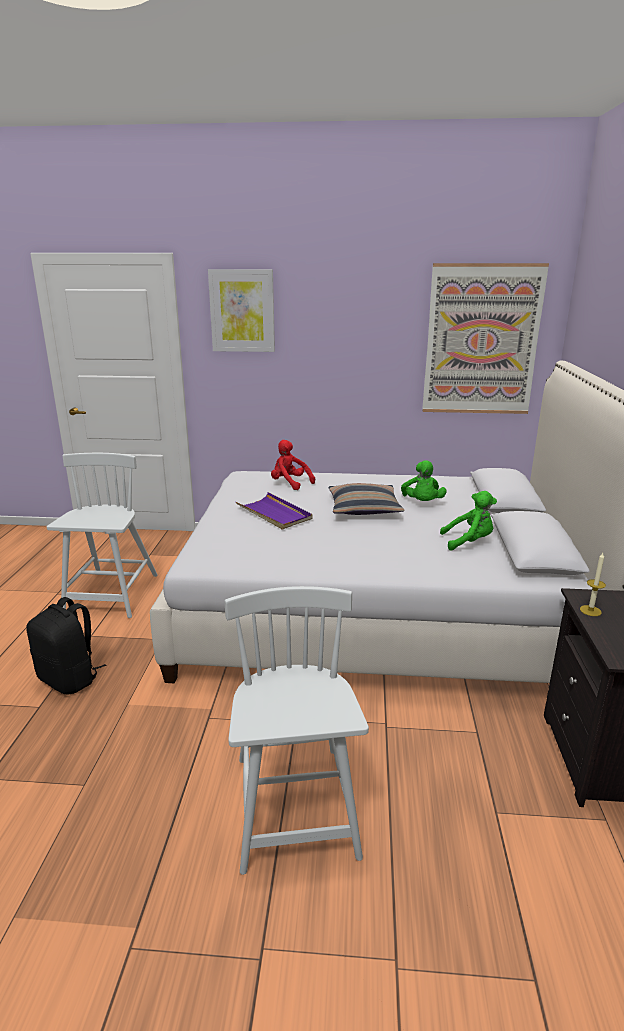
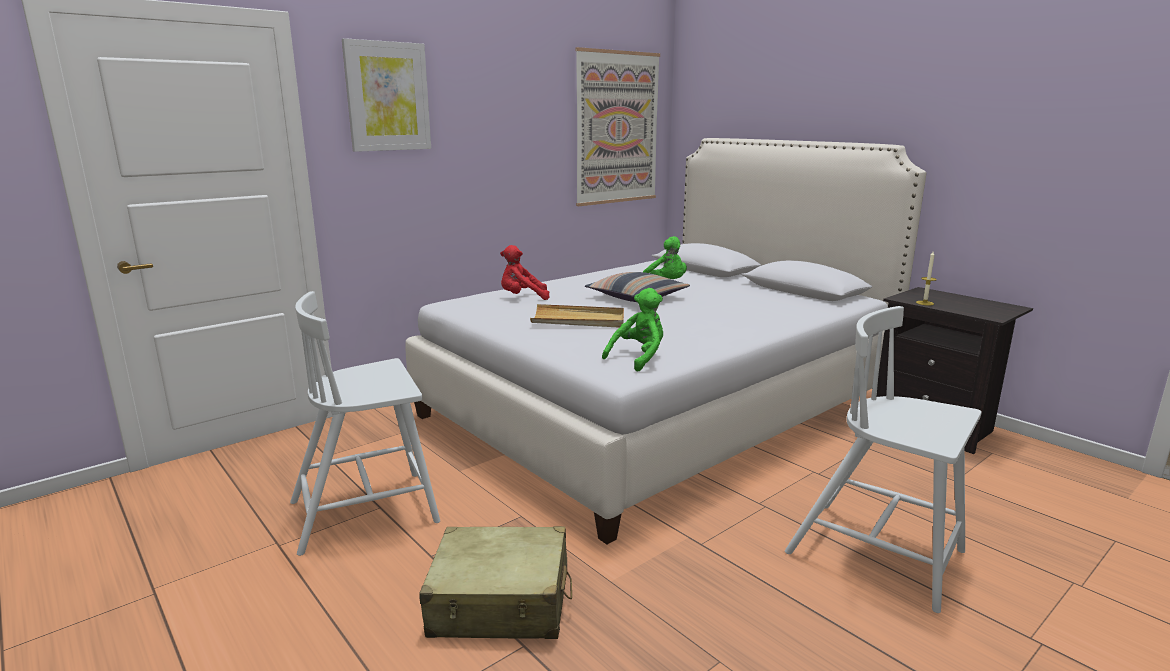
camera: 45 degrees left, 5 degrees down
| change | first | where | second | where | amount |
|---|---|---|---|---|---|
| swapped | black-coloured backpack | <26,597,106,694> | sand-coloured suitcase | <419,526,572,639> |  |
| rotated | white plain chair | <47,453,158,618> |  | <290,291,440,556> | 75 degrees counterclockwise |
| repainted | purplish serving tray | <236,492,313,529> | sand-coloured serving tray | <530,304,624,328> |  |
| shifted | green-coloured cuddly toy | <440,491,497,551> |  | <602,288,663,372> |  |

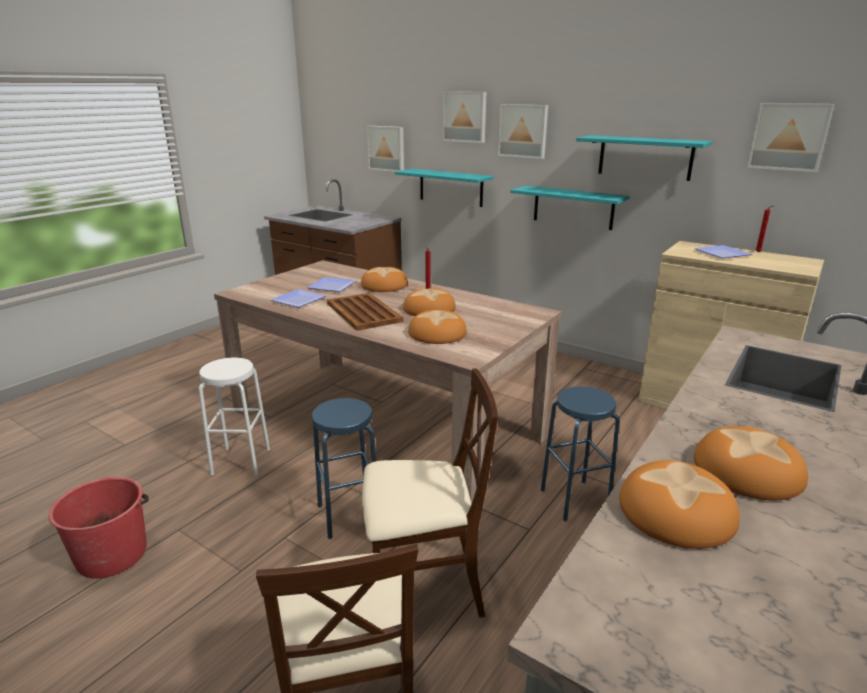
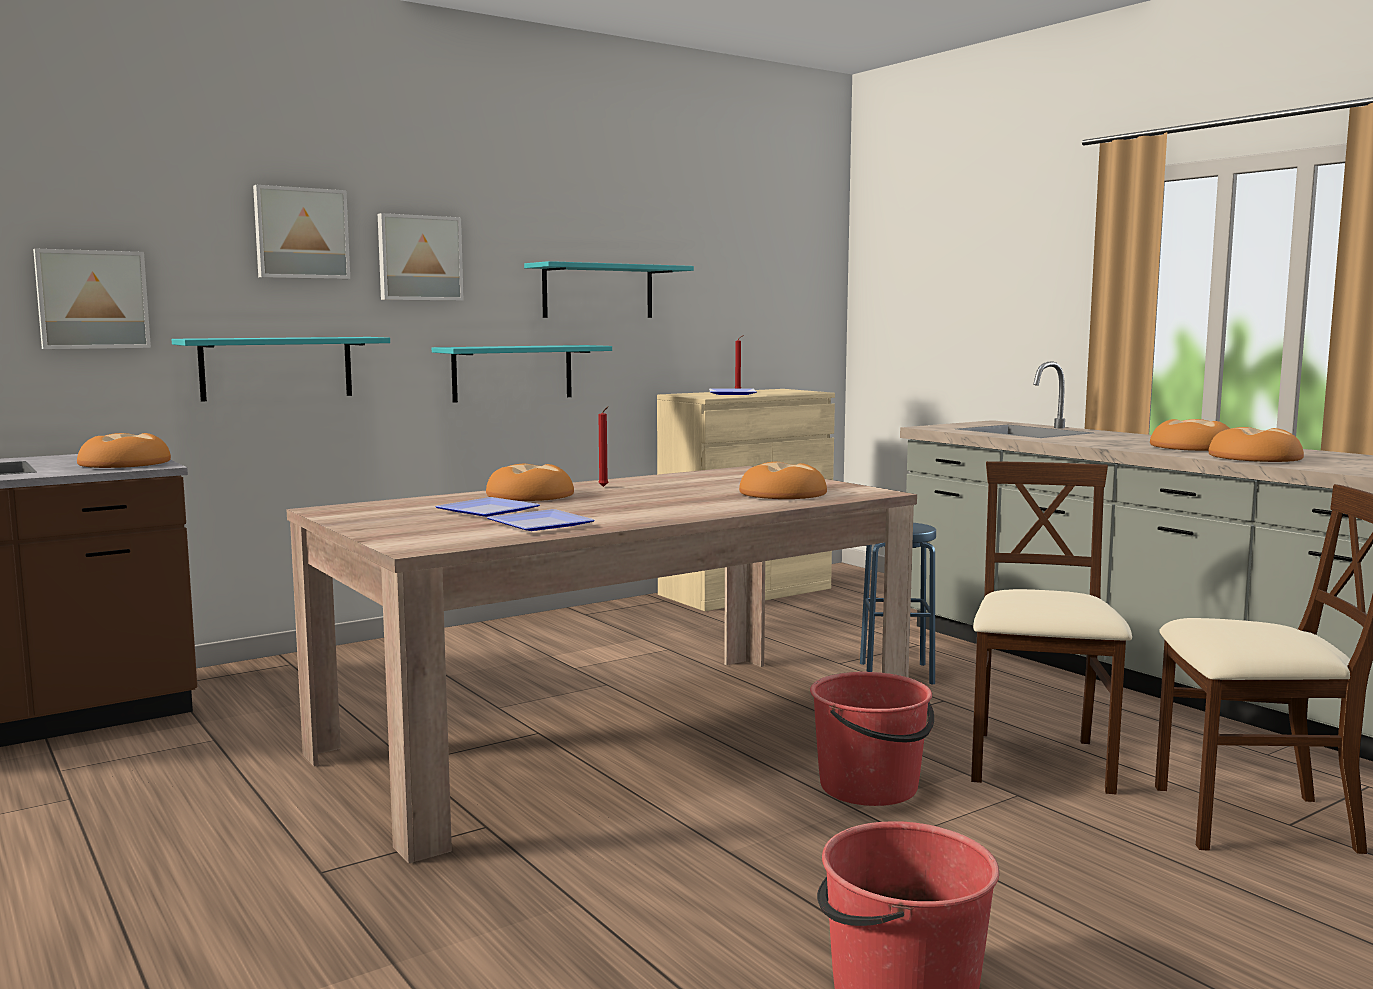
camera: 70 degrees left, 15 degrees down
| change | first | where | second | where | amount |
|---|---|---|---|---|---|
| gone | white stool seat | <199,357,270,476> |  |  |  |
| swapped | blue stool seat | <312,398,377,539> | reddish bucket | <810,672,934,806> |  |
| gone | brown-coloured serving tray | <327,293,403,331> |  |  |  |
| shifted | bakery bread | <403,288,456,316> |  | <77,433,171,468> |  |
| gone | wall art | <747,103,834,172> |  |  |  |

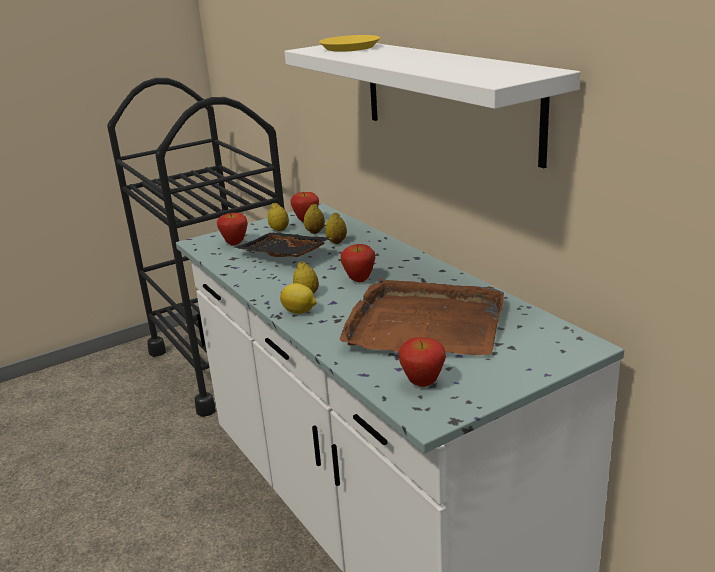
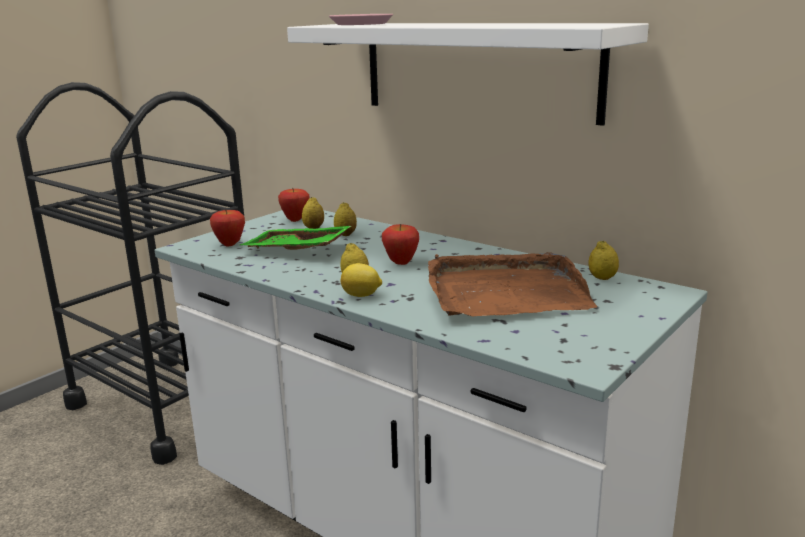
camera: 20 degrees left, 5 degrees down
| change | first | where | second | where | amount |
|---|---|---|---|---|---|
| repainted | black-coloured serving tray | <234,232,331,257> | green-coloured serving tray | <240,226,351,250> |  |
| shifted | whole lemon | <268,203,289,231> |  | <588,241,619,280> |  |
| repainted | yellow dinner plate | <319,35,380,52> | pinkish dinner plate | <329,14,393,25> |  |
| gone | apple | <398,337,446,387> |  |  |  |

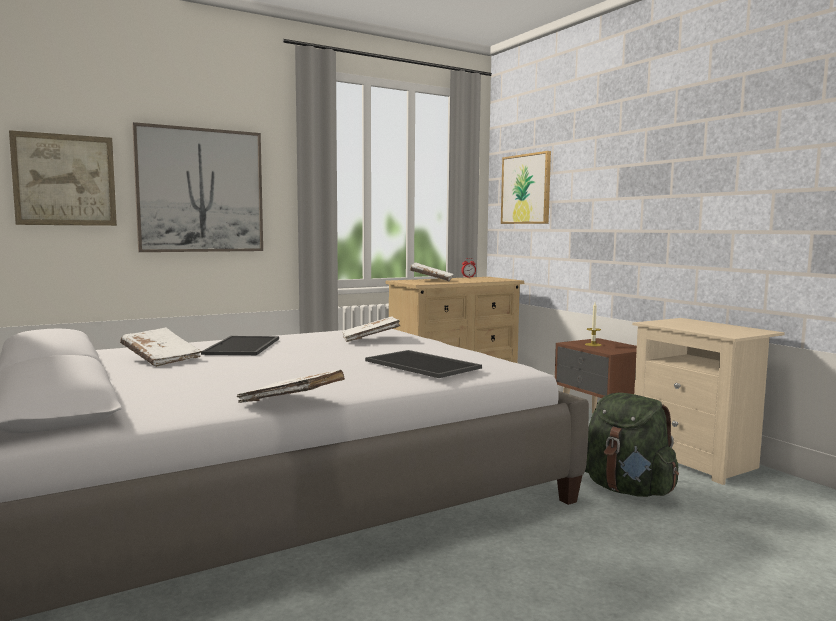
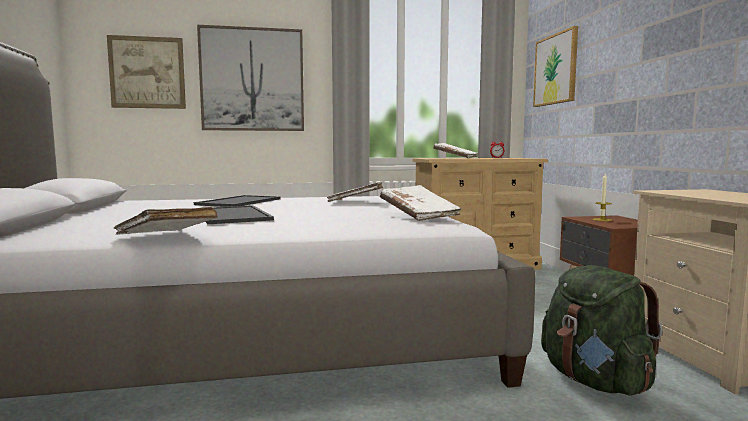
camera: 20 degrees right, 0 degrees up
| change | first | where | second | where | amount |
|---|---|---|---|---|---|
| shifted | white bound book | <120,327,202,367> |  | <380,185,461,221> |  |
| shifted | serving tray | <365,350,482,378> |  | <206,205,274,224> |  |

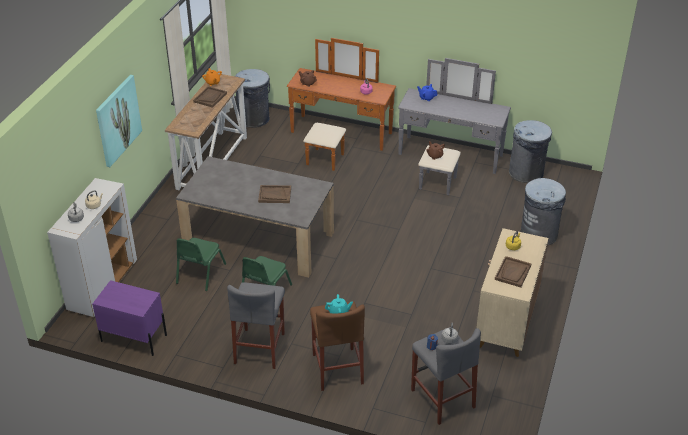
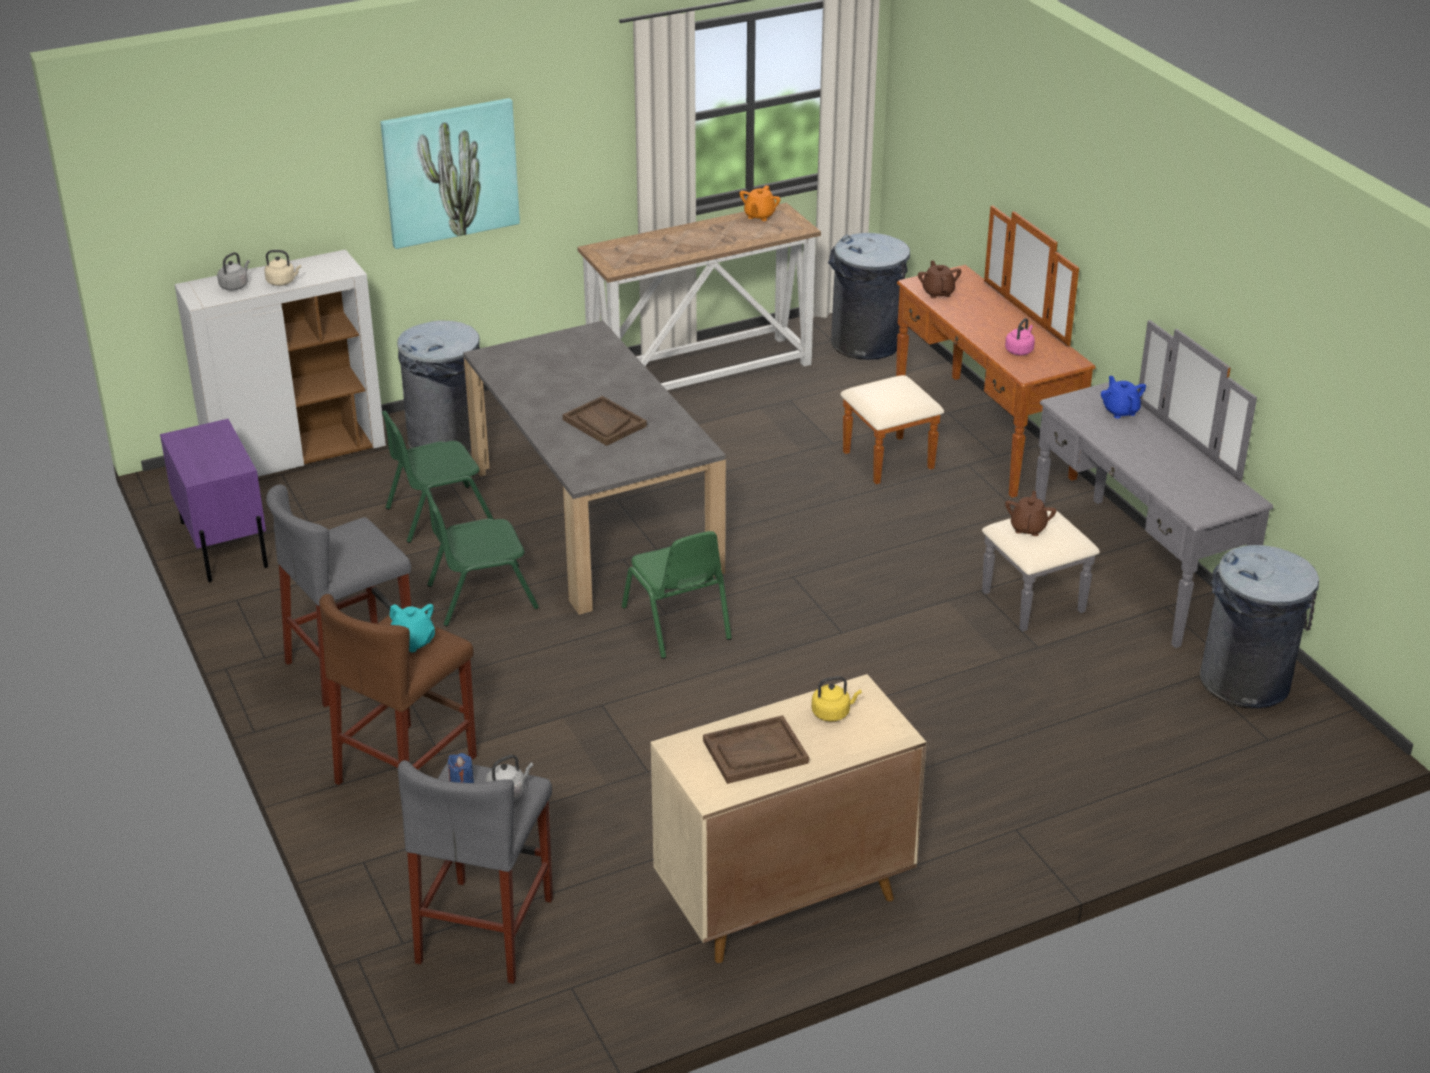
camera: 45 degrees right, 5 degrees down
| change | first | where | second | where | amount |
|---|---|---|---|---|---|
| gone | brown-coloured serving tray | <193,86,227,108> |  |  |  |
| shifted | greyish trash can | <520,178,566,246> |  | <397,321,480,453> |  |
| new |  |  | green-coloured plain chair | <622,531,732,659> |  |

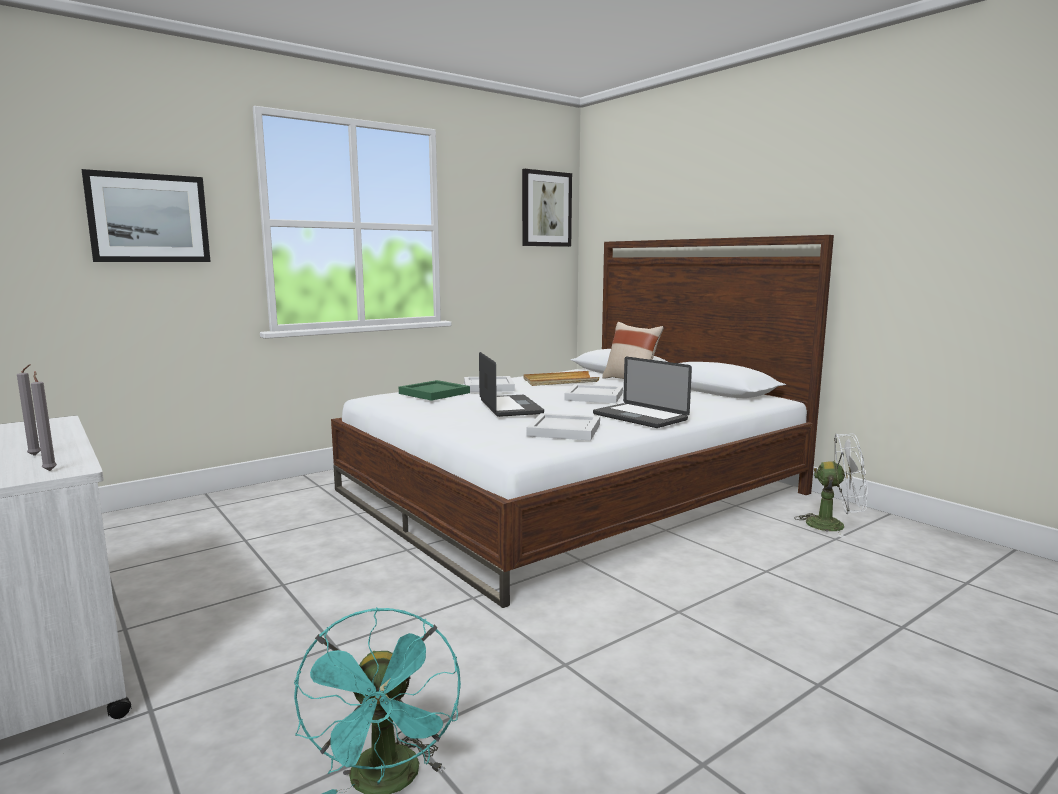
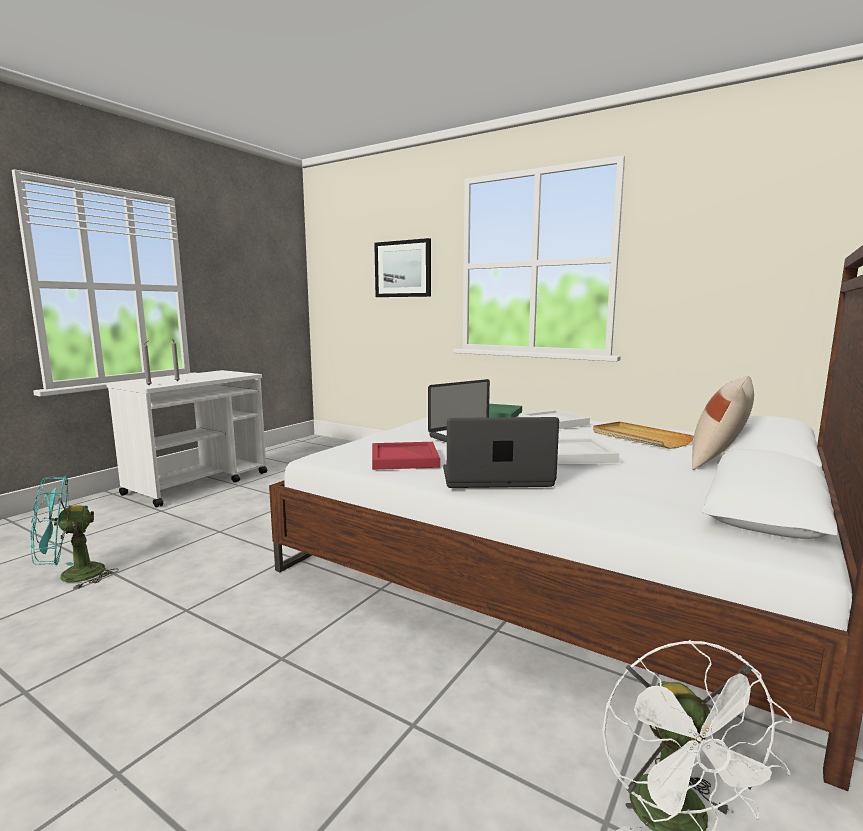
camera: 70 degrees right, 0 degrees up
| change | first | where | second | where | amount |
|---|---|---|---|---|---|
| gone | wall art | <522,169,572,247> |  |  |  |
| repainted | white serving tray | <526,413,600,440> | reddish serving tray | <372,442,440,470> |  |
| rotated | portable computer | <593,357,692,428> |  | <443,417,559,488> | 60 degrees clockwise |

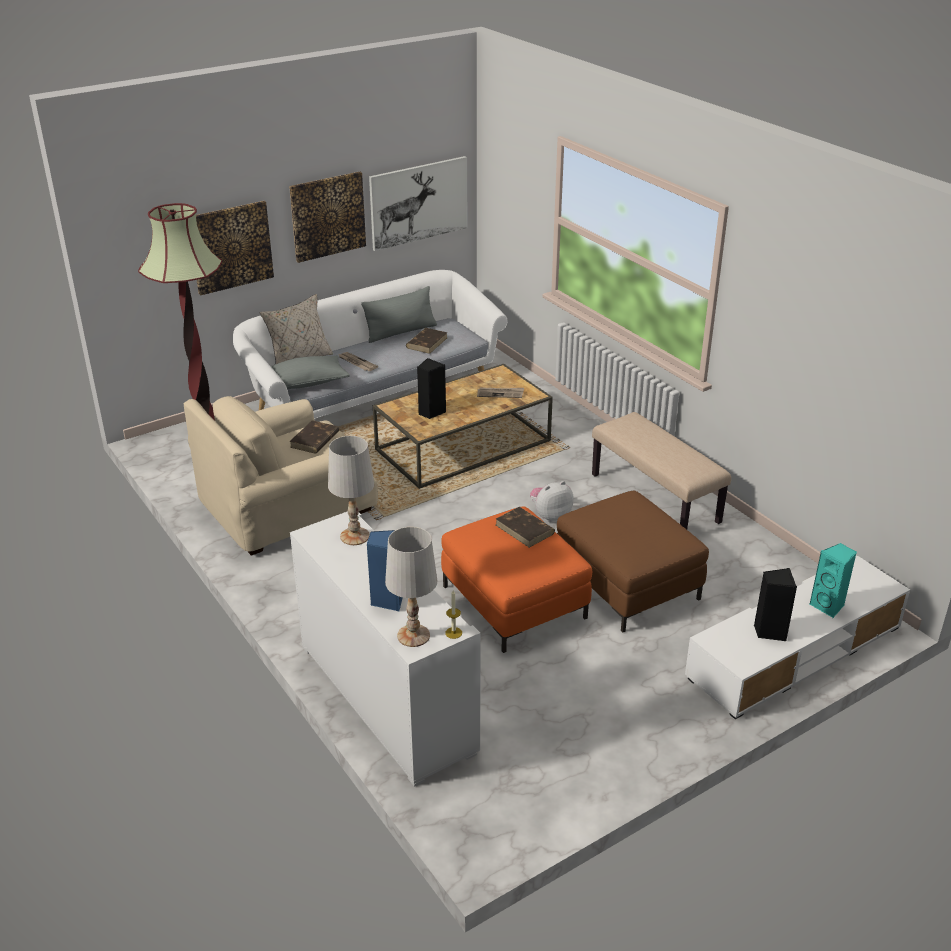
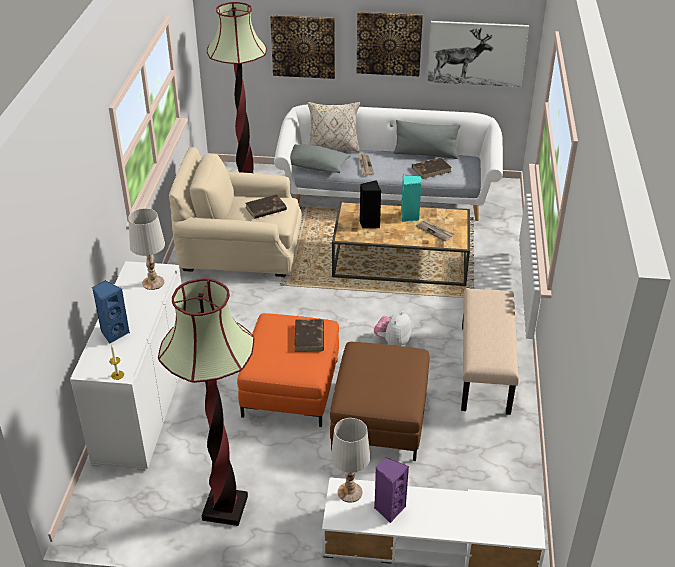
camera: 40 degrees right, 5 degrees up
| change | first | where | second | where | amount |
|---|---|---|---|---|---|
| shifted | white lamp for a table | <385,527,438,647> |  | <331,418,370,503> |  |
| rotated | cuddly toy | <530,481,574,522> |  | <374,311,411,346> | 75 degrees counterclockwise |
| repainted | black-coloured loudspeaker | <754,568,797,641> | purplish loudspeaker | <374,457,409,523> |  |
| shifted | turquoise-coloured loudspeaker | <809,543,857,618> |  | <401,174,421,222> |  |
| new |  |  | floor lamp | <158,278,254,526> |  |

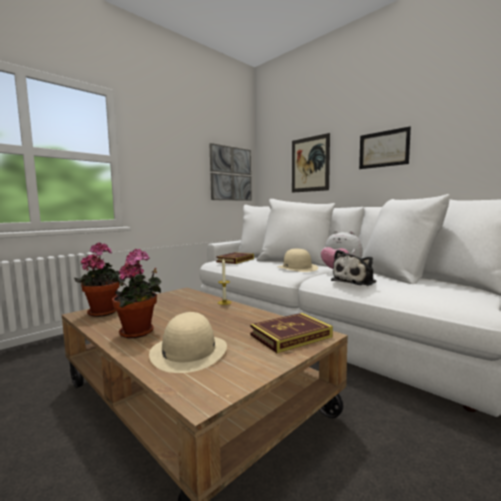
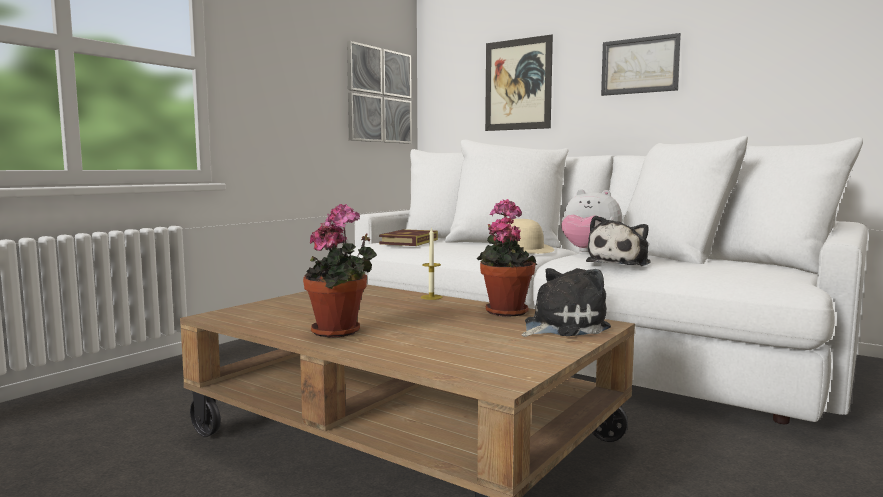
camera: 10 degrees left, 0 degrees up
| change | first | where | second | where | amount |
|---|---|---|---|---|---|
| shifted | potted plant | <74,242,125,317> |  | <477,199,537,316> |  |
| gone | sand-coloured clothing hat | <149,312,227,373> |  |  |  |
| swapped | bound book | <250,313,333,353> | cuddly toy | <521,268,611,337> |  |

